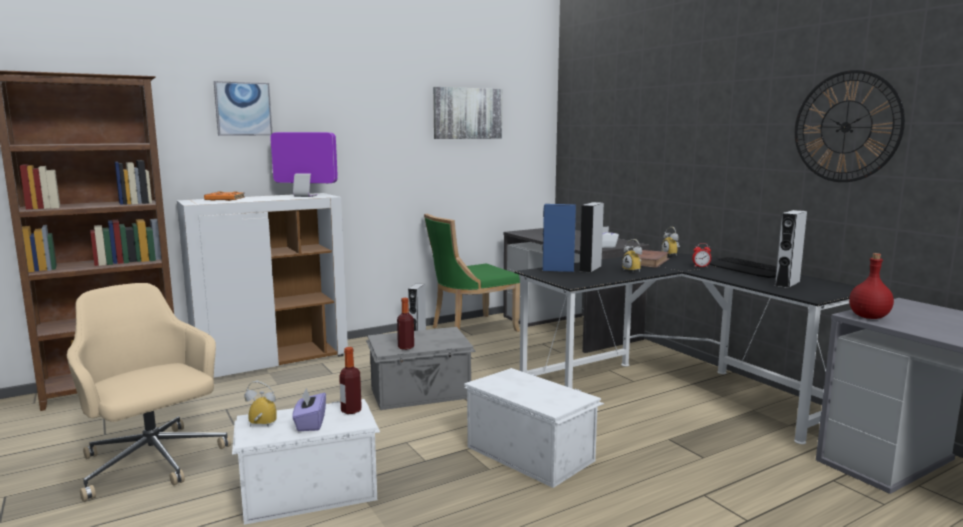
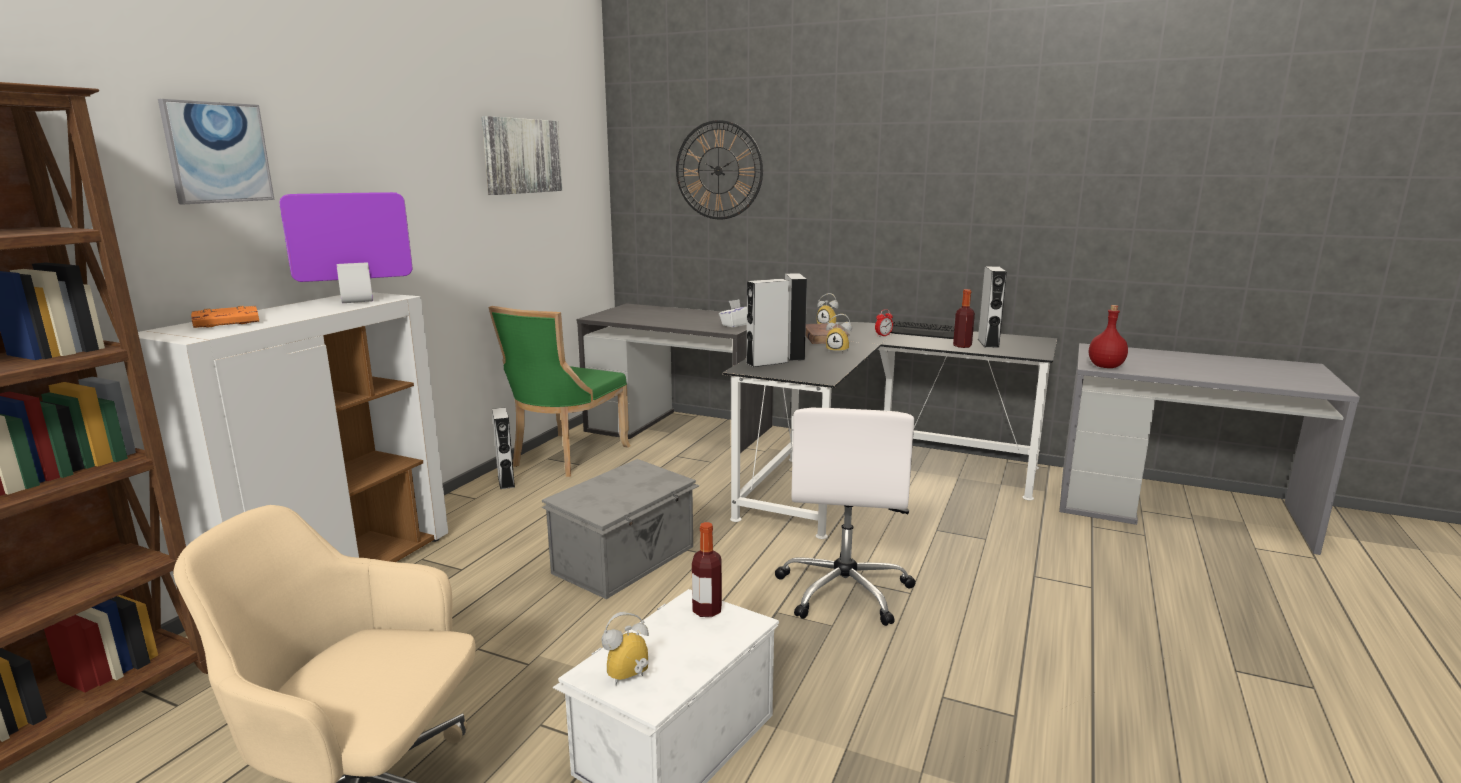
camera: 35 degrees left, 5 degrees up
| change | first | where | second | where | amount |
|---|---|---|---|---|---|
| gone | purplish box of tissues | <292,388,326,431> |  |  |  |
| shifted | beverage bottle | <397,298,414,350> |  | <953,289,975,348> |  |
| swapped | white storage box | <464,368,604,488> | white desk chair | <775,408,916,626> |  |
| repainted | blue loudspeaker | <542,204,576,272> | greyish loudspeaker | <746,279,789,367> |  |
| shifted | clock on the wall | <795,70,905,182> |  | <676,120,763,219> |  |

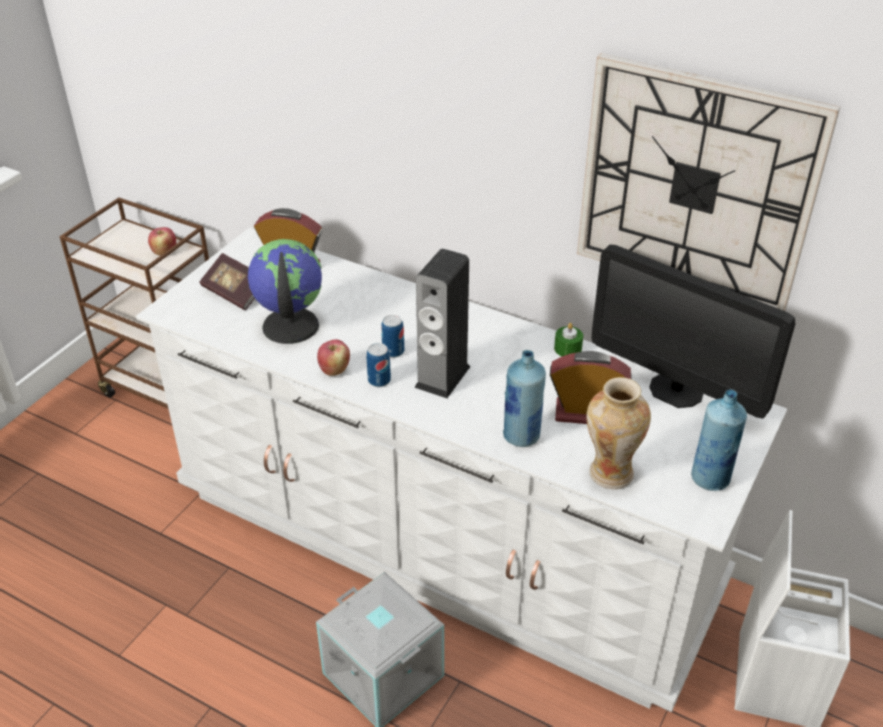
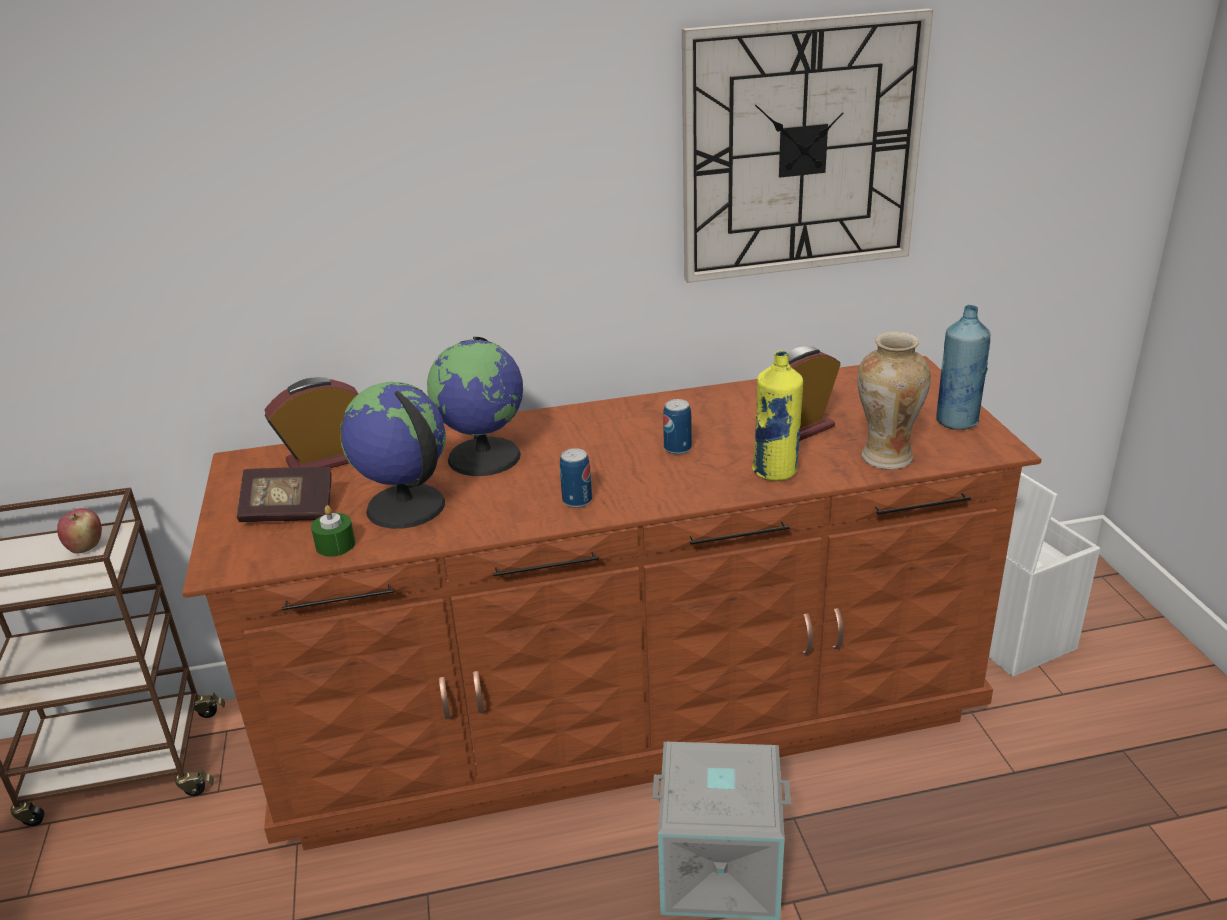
camera: 40 degrees left, 10 degrees down
| change | first | where | second | where | amount |
|---|---|---|---|---|---|
| repainted | white drawer chest | <136,228,787,712> | brown-coloured drawer chest | <182,356,1042,850> |  |
| gone | apple | <317,339,350,376> |  |  |  |
| shifted | metal can | <381,315,404,358> |  | <663,399,692,455> |  |
| gone | loudspeaker | <414,249,471,398> |  |  |  |
| repainted | blue beverage bottle | <503,350,546,447> | yellow beverage bottle | <752,351,803,481> |  |
| shifted | green-coloured candle | <554,323,583,356> |  | <311,505,355,557> |  |
| gone | computer display | <592,245,795,418> |  |  |  |
| new |  |  | world globe | <427,337,523,476> |  |

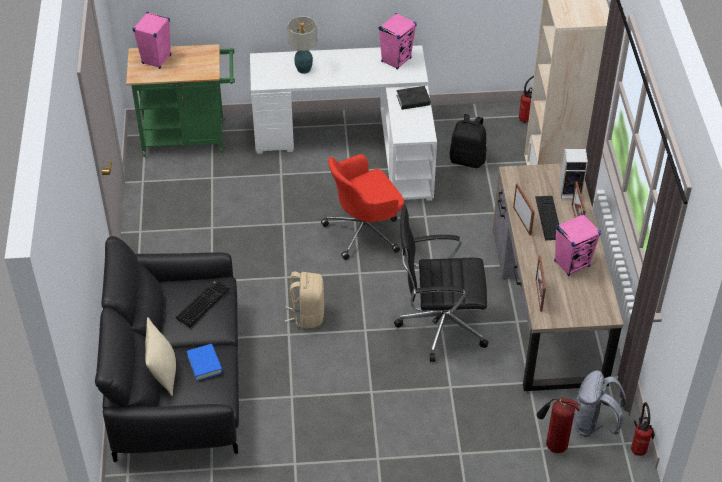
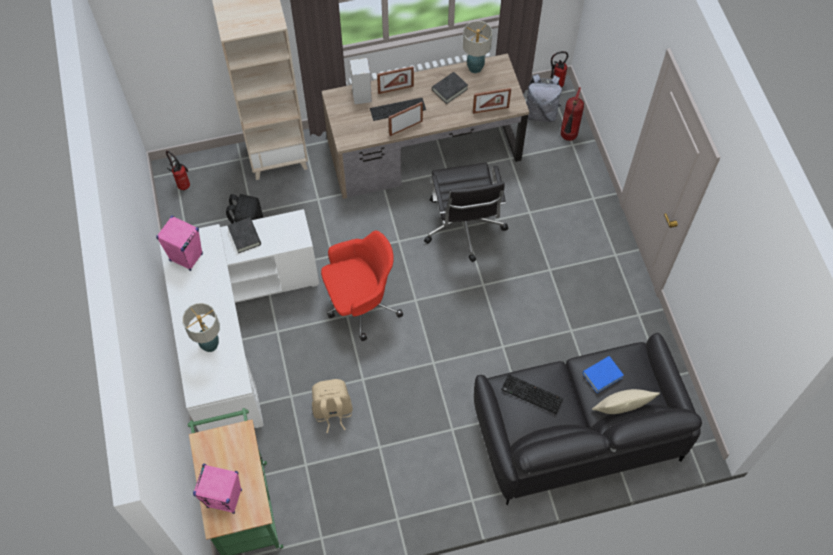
camera: 100 degrees left, 15 degrees up
| change | first | where | second | where | amount |
|---|---|---|---|---|---|
| shifted | sand-coloured backpack | <285,272,324,328> |  | <312,379,353,433> |  |
| rotated | reddish desk chair | <321,154,404,260> |  | <321,231,403,341> | 75 degrees counterclockwise |
| swapped | pinkish loudspeaker | <554,214,601,276> | black-coloured bound book | <432,72,468,104> |  |
| new |  |  | lamp for a table | <463,21,492,73> |  |

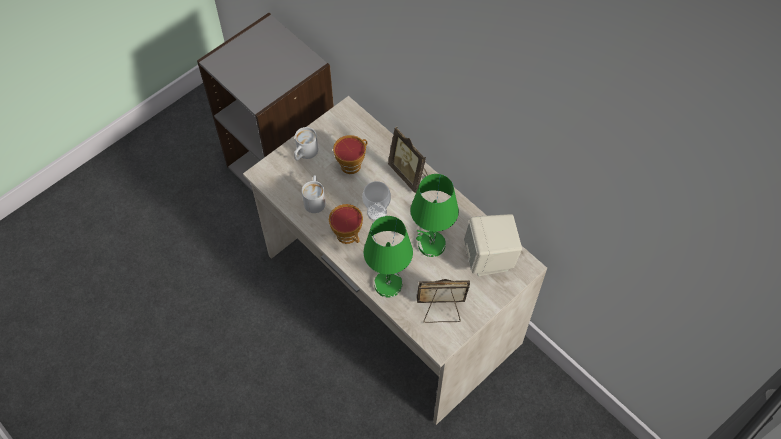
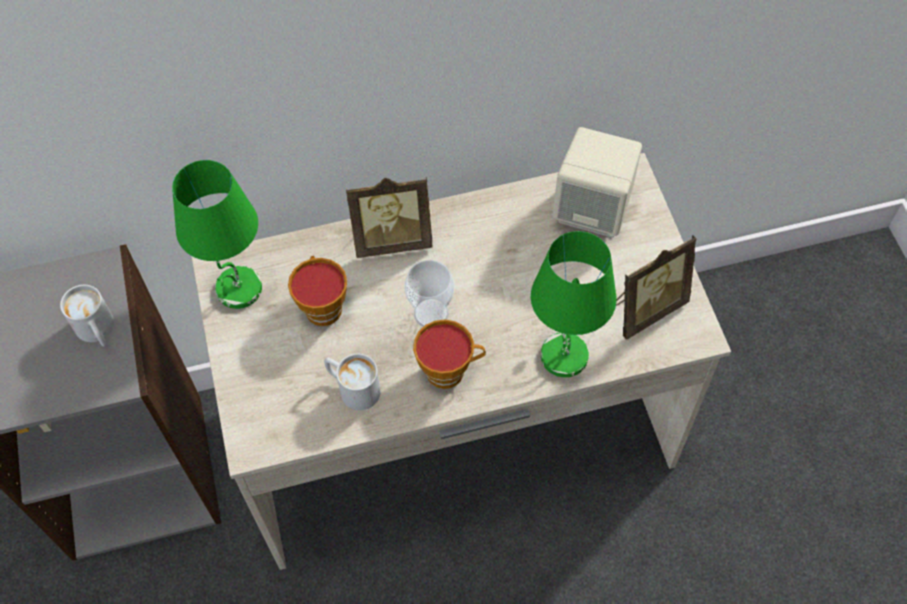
camera: 60 degrees left, 0 degrees up
| change | first | where | second | where | amount |
|---|---|---|---|---|---|
| shifted | white coffee mug | <294,127,318,161> |  | <60,285,114,346> |  |
| shifted | green-coloured lamp for a table | <411,174,459,257> |  | <172,160,262,309> |  |
| rotated | picture frame | <417,279,470,323> |  | <616,235,696,340> | 150 degrees counterclockwise |

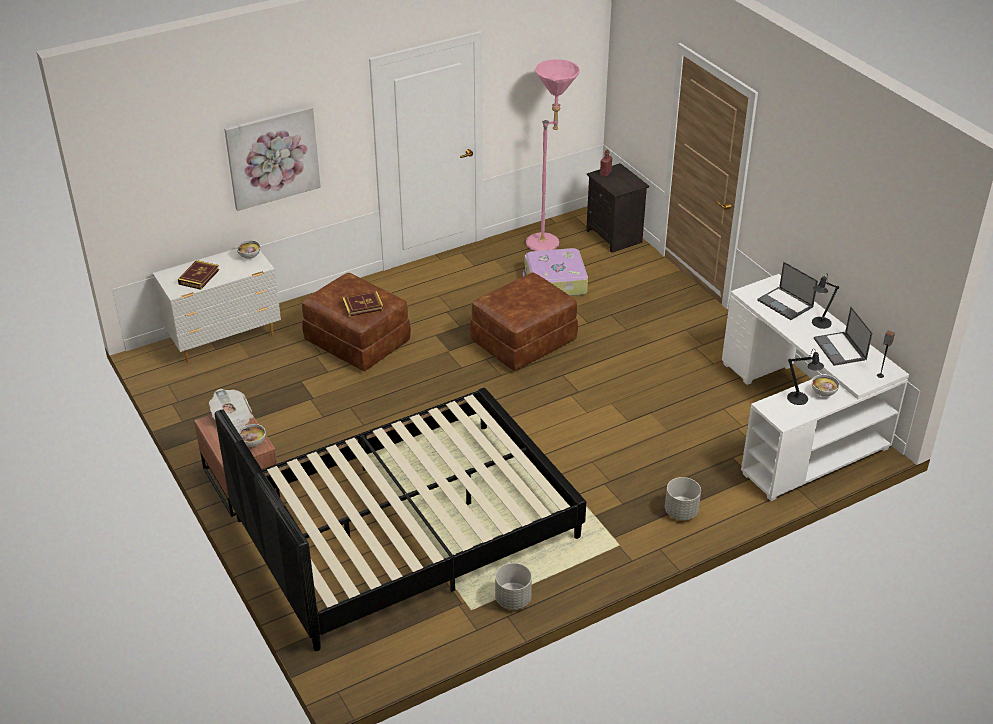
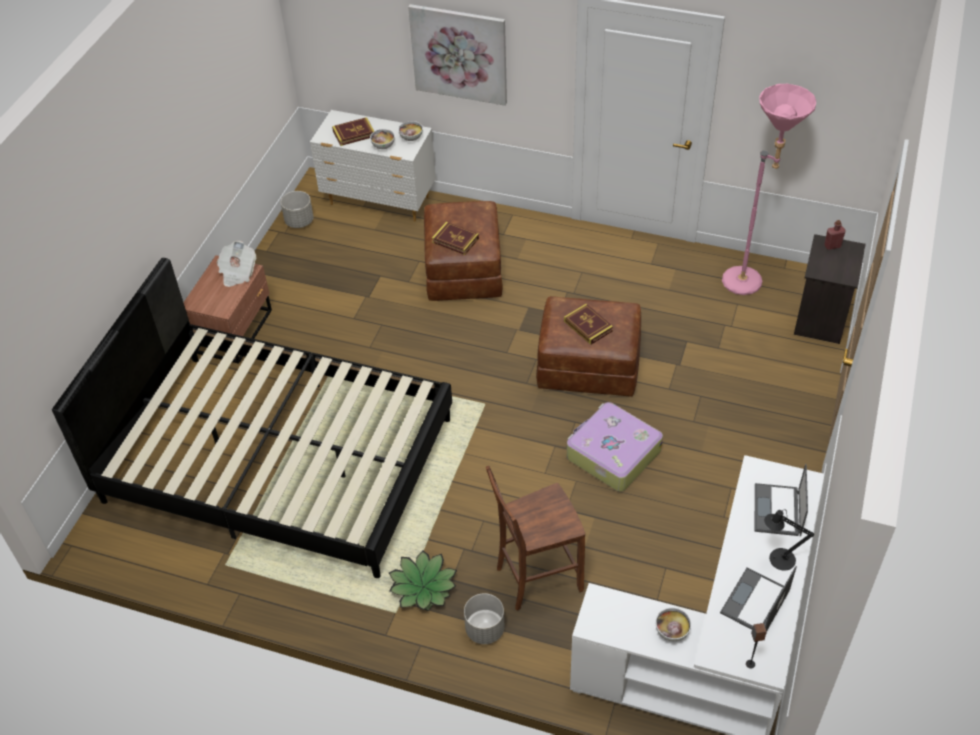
camera: 50 degrees right, 10 degrees up
| change | first | where | second | where | amount |
|---|---|---|---|---|---|
| shifted | serving bowl | <238,424,266,447> |  | <370,129,395,149> |  |
| shifted | greyish planter | <495,563,532,610> |  | <281,191,314,228> |  |
| shifted | suitcase | <523,248,588,296> |  | <567,402,663,492> |  |
| gone | black-coloured lamp for a table | <787,349,824,405> |  |  |  |
| new |  |  | potted plant | <389,551,457,611> |  |
| new |  |  | brown-coloured plain chair | <486,466,585,611> |  |
| new |  |  | bound book | <564,304,613,345> |  |

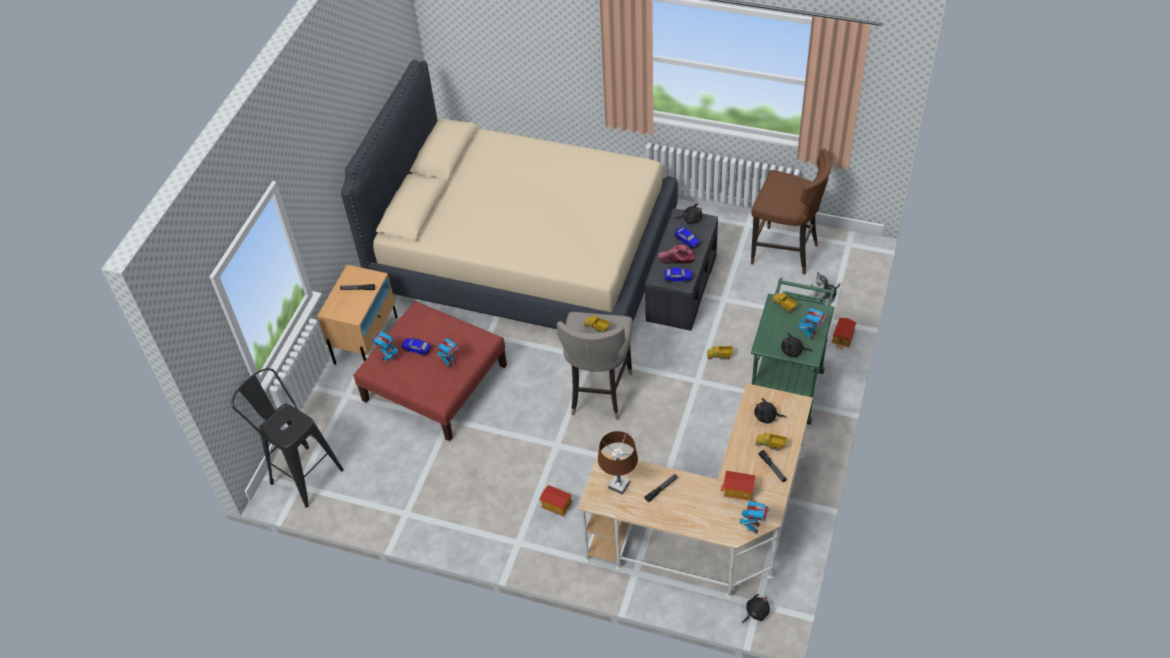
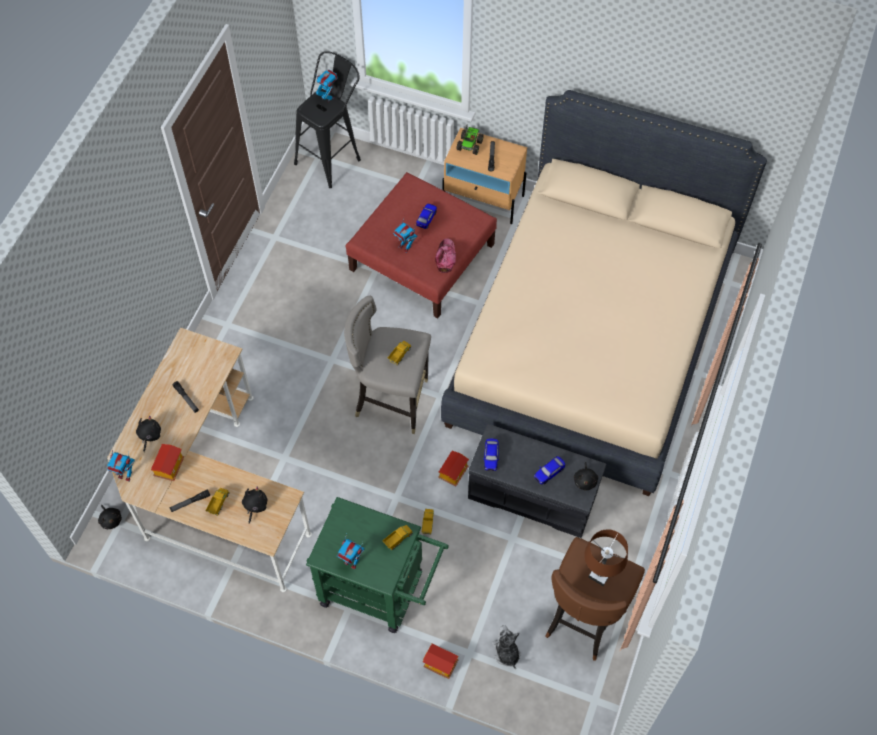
camera: 90 degrees right, 10 degrees up
| change | first | where | second | where | amount |
|---|---|---|---|---|---|
| shifted | toy robot | <372,331,399,363> |  | <316,69,338,103> |  |
| shifted | model house | <539,485,573,517> |  | <438,451,469,487> |  |
| shifted | brown-coloured lamp for a table | <598,431,638,495> |  | <584,529,628,586> |  |
| shifted | baseball cap | <658,245,695,264> |  | <435,239,456,273> |  |
| shifted | black-coloured cuddly toy | <781,333,812,358> |  | <136,416,161,452> |  |
| new |  |  | toy truck | <456,125,484,155> |  |

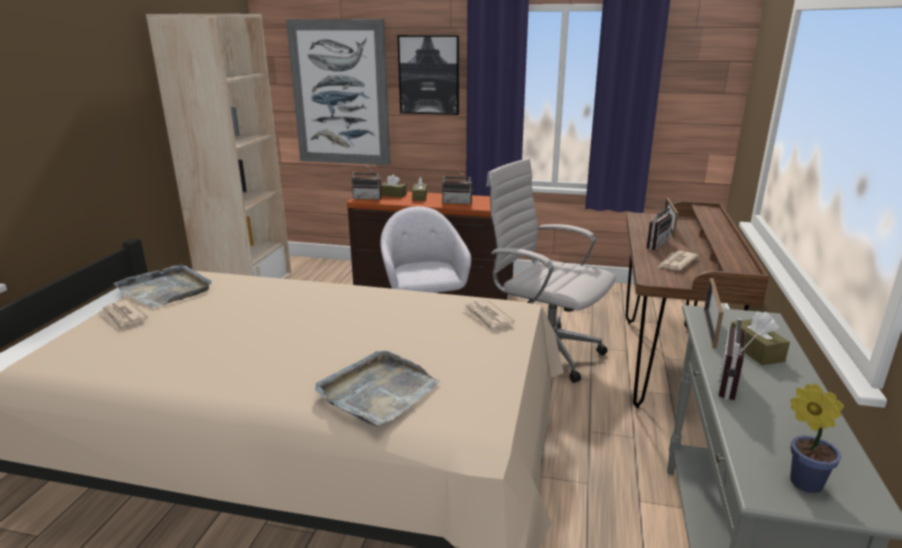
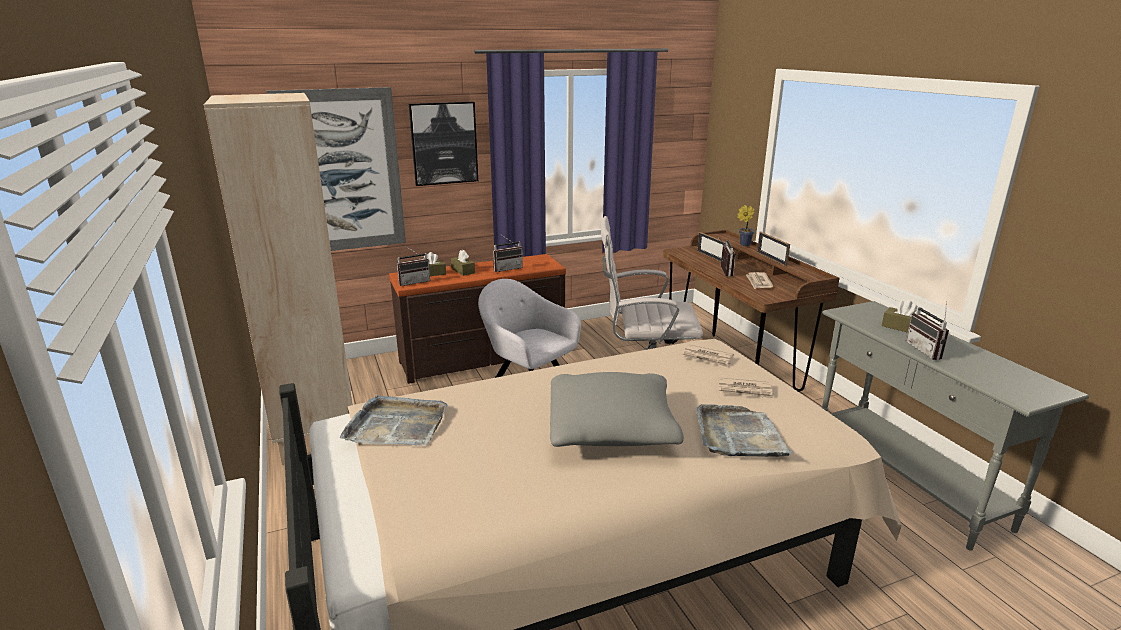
camera: 35 degrees left, 0 degrees up
| change | first | where | second | where | amount |
|---|---|---|---|---|---|
| shifted | daily paper | <99,300,148,331> |  | <718,377,774,399> |  |
| shifted | picture frame | <704,278,724,349> |  | <757,232,790,266> |  |
| shifted | potted plant | <790,384,844,493> |  | <737,205,755,246> |  |
| new |  |  | greyish pillow | <550,372,684,447> |  |

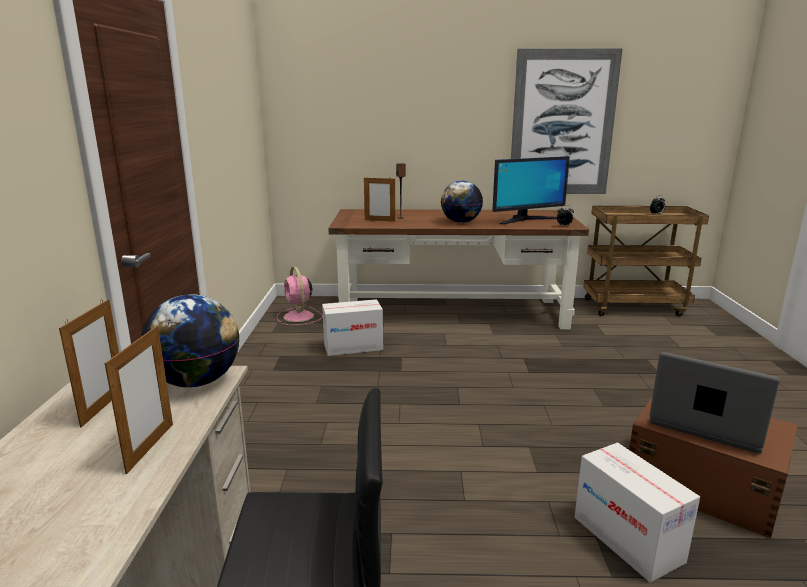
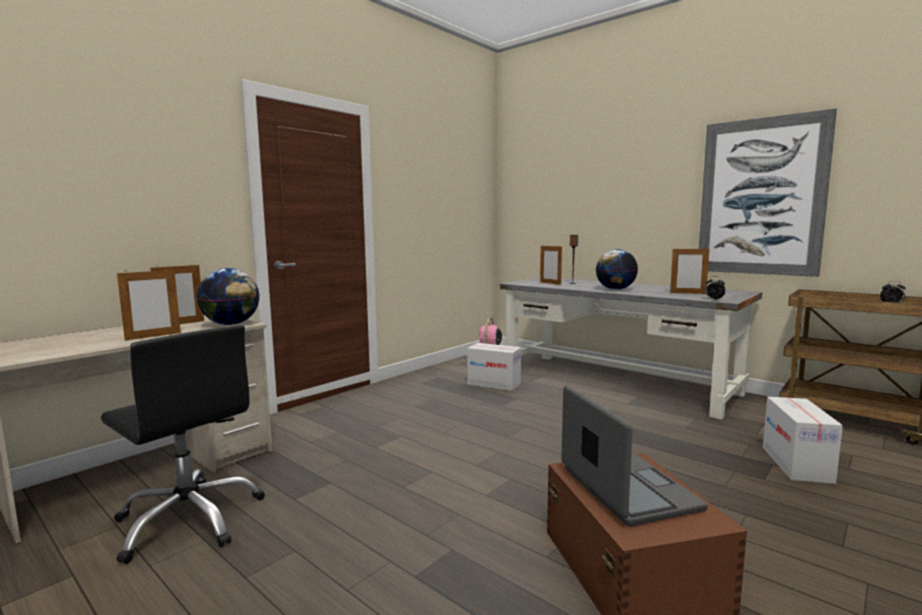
camera: 40 degrees right, 10 degrees down
| change | first | where | second | where | amount |
|---|---|---|---|---|---|
| repainted | brown-coloured desk table | <328,209,589,330> | greyish desk table | <500,278,762,420> |  |
| swapped | computer display | <492,156,570,224> | picture frame | <670,247,709,294> |  |
| shifted | carton | <575,443,700,583> |  | <763,397,843,484> |  |

